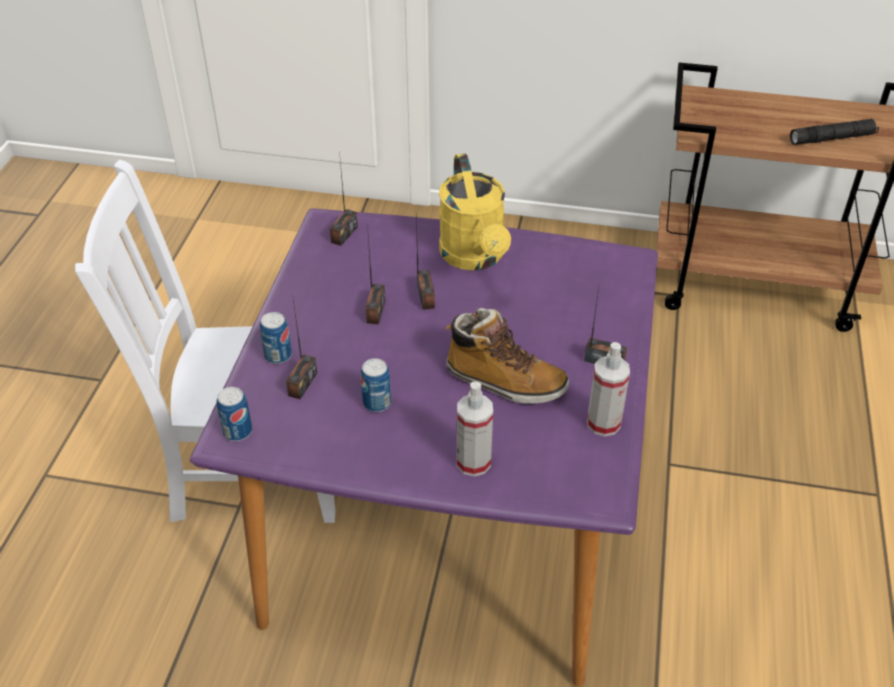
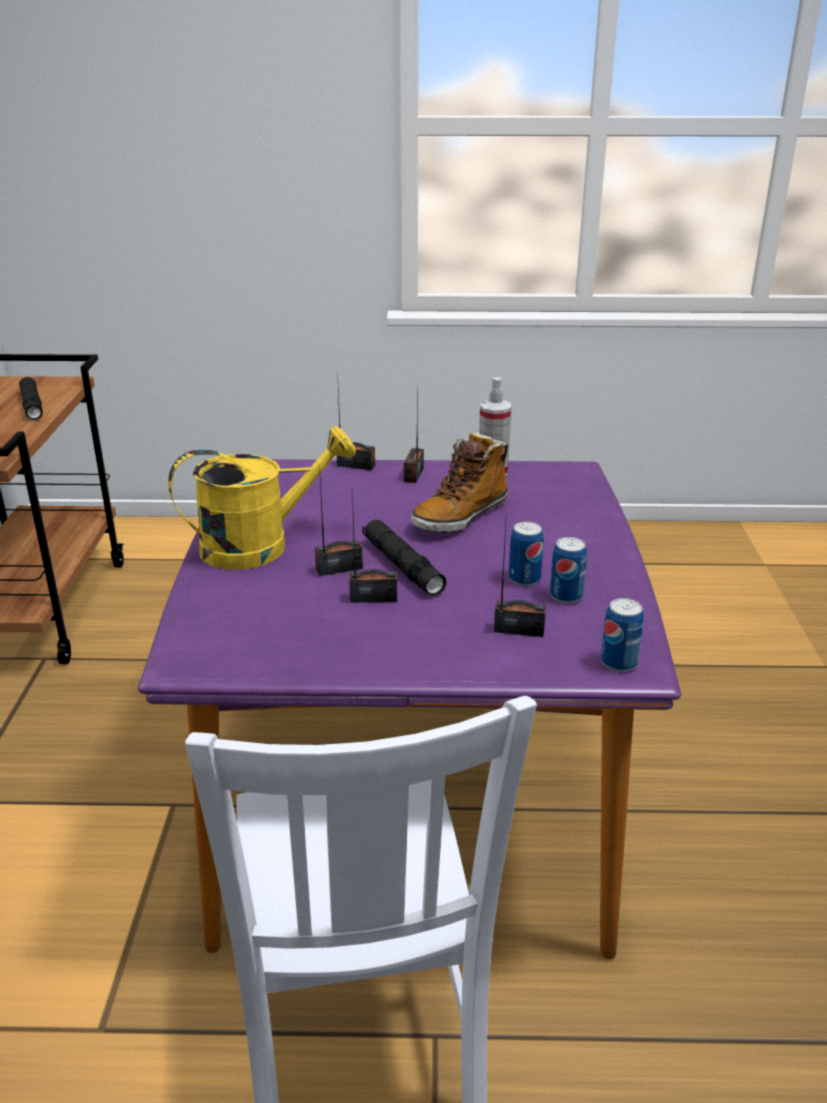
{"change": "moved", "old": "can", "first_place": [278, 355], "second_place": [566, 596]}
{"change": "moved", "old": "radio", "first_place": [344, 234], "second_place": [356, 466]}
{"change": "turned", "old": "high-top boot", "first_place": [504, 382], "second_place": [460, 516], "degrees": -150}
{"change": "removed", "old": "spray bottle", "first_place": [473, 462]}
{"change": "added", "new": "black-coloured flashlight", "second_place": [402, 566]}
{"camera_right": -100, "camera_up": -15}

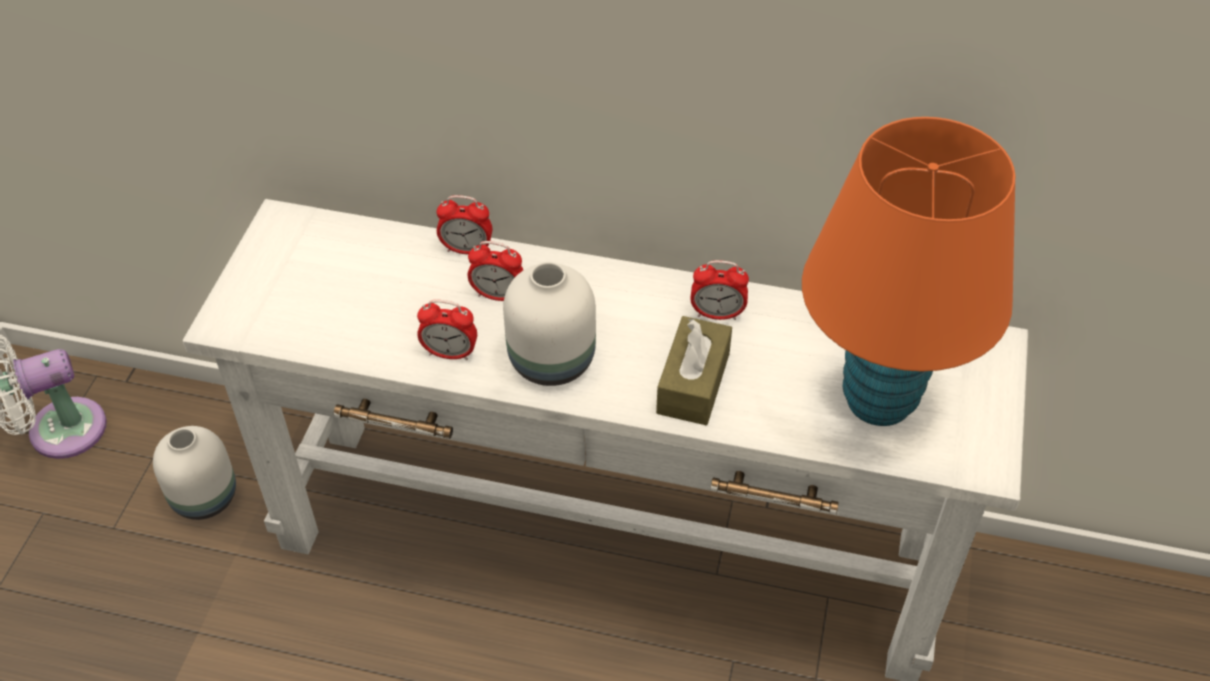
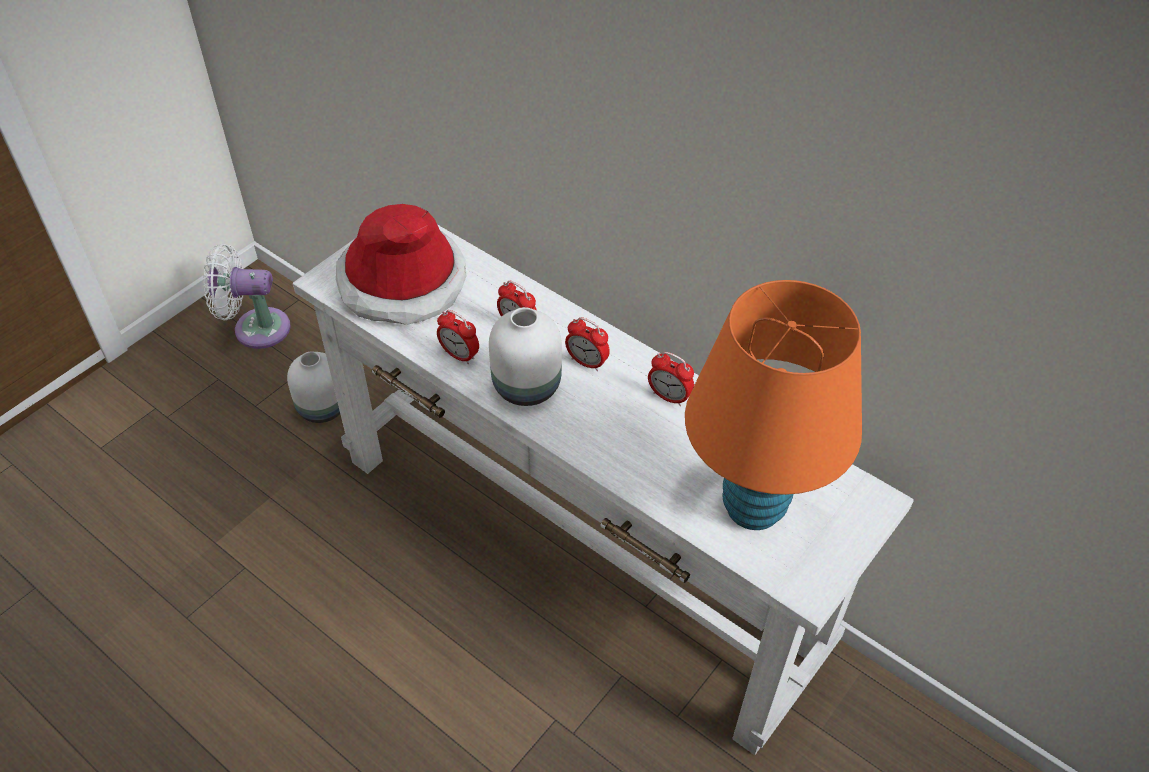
{"change": "moved", "old": "table clock", "first_place": [466, 249], "second_place": [587, 362]}
{"change": "removed", "old": "brown-coloured tissue holder", "first_place": [693, 383]}
{"change": "added", "new": "wearable hat", "second_place": [402, 282]}
{"camera_right": 25, "camera_up": 0}

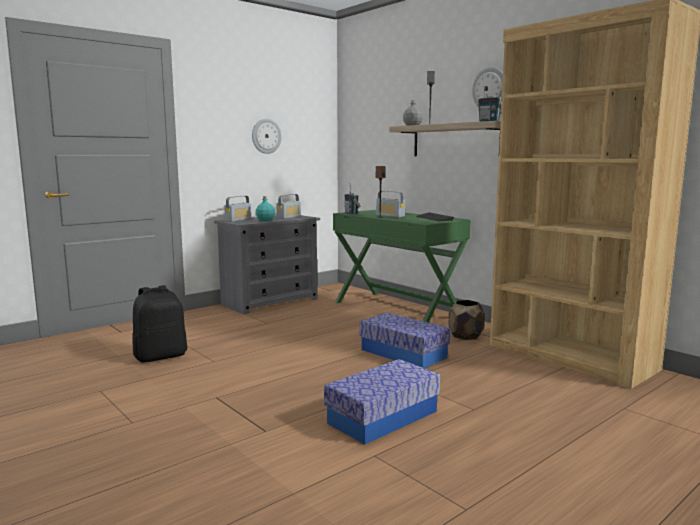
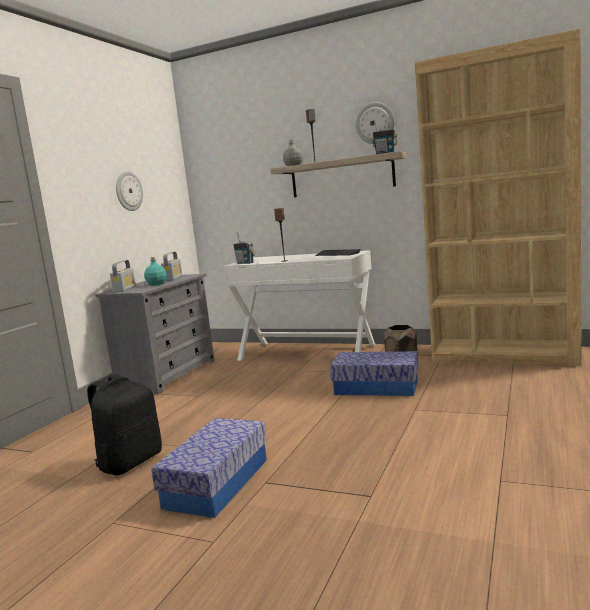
{"change": "moved", "old": "storage bin", "first_place": [383, 417], "second_place": [217, 483]}
{"change": "recoloured", "old": "green desk unit", "new": "white desk unit", "first_place": [397, 309], "second_place": [307, 352]}
{"change": "removed", "old": "radio", "first_place": [390, 216]}
{"camera_right": -25, "camera_up": 0}

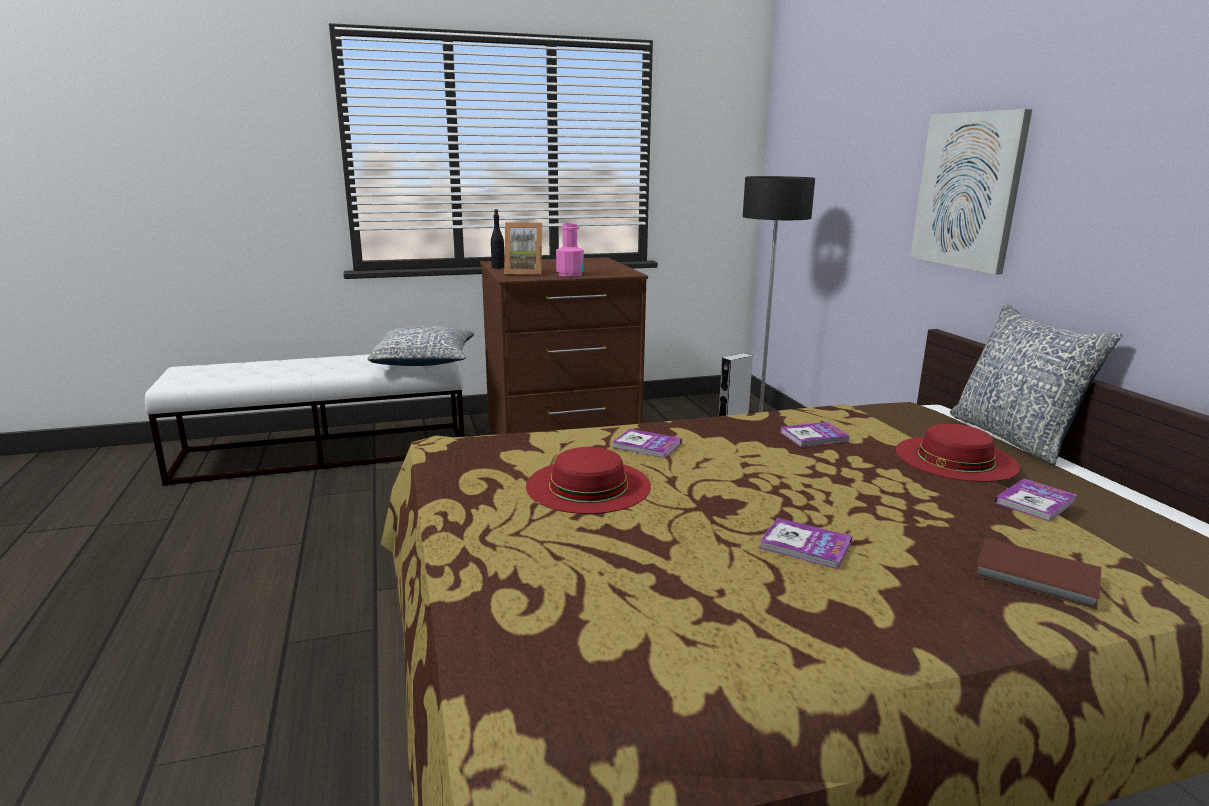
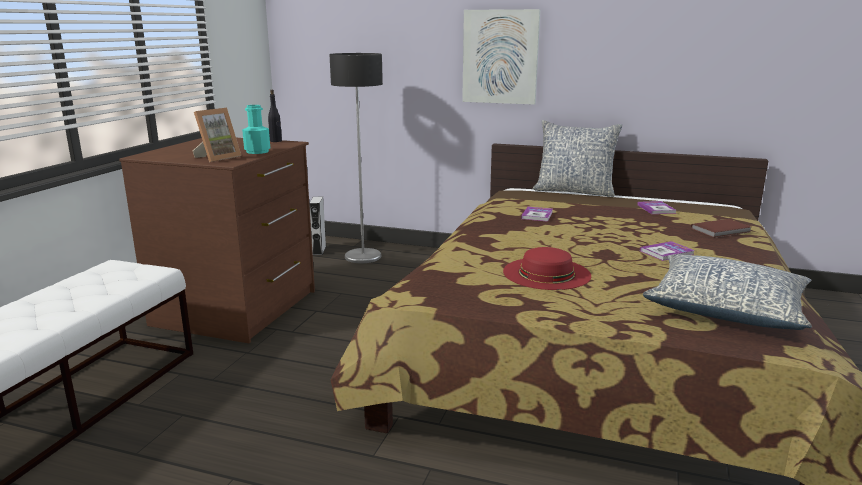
{"change": "moved", "old": "pillow", "first_place": [425, 362], "second_place": [726, 309]}
{"change": "moved", "old": "black-coloured drink bottle", "first_place": [498, 267], "second_place": [276, 141]}
{"change": "recoloured", "old": "pink drink bottle", "new": "turquoise-coloured drink bottle", "first_place": [570, 274], "second_place": [257, 152]}
{"change": "removed", "old": "volume", "first_place": [646, 445]}
{"change": "removed", "old": "red-coloured wearable hat", "first_place": [955, 458]}
{"camera_right": -55, "camera_up": 0}

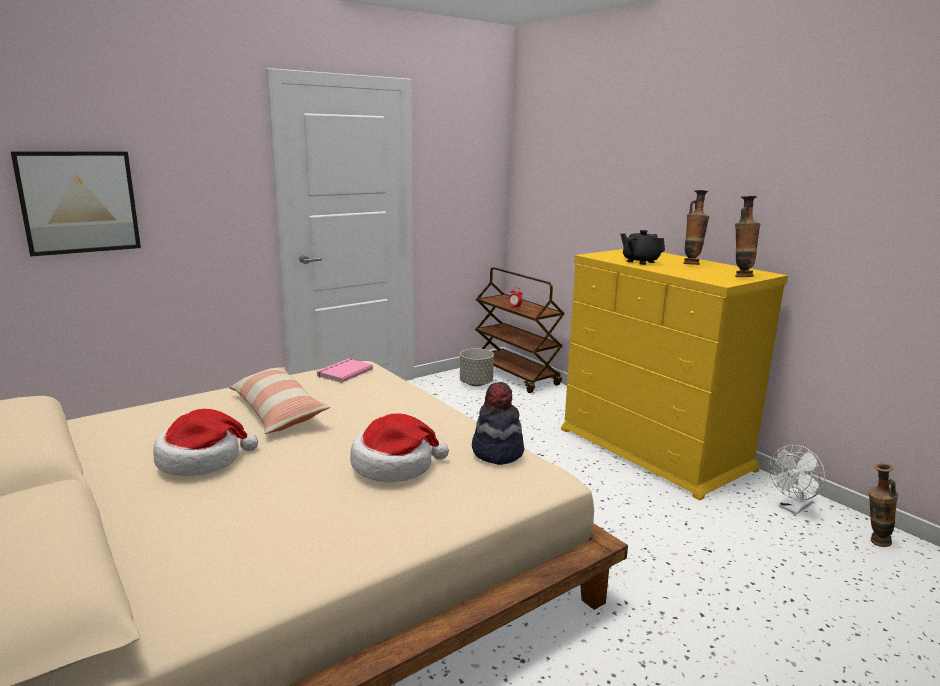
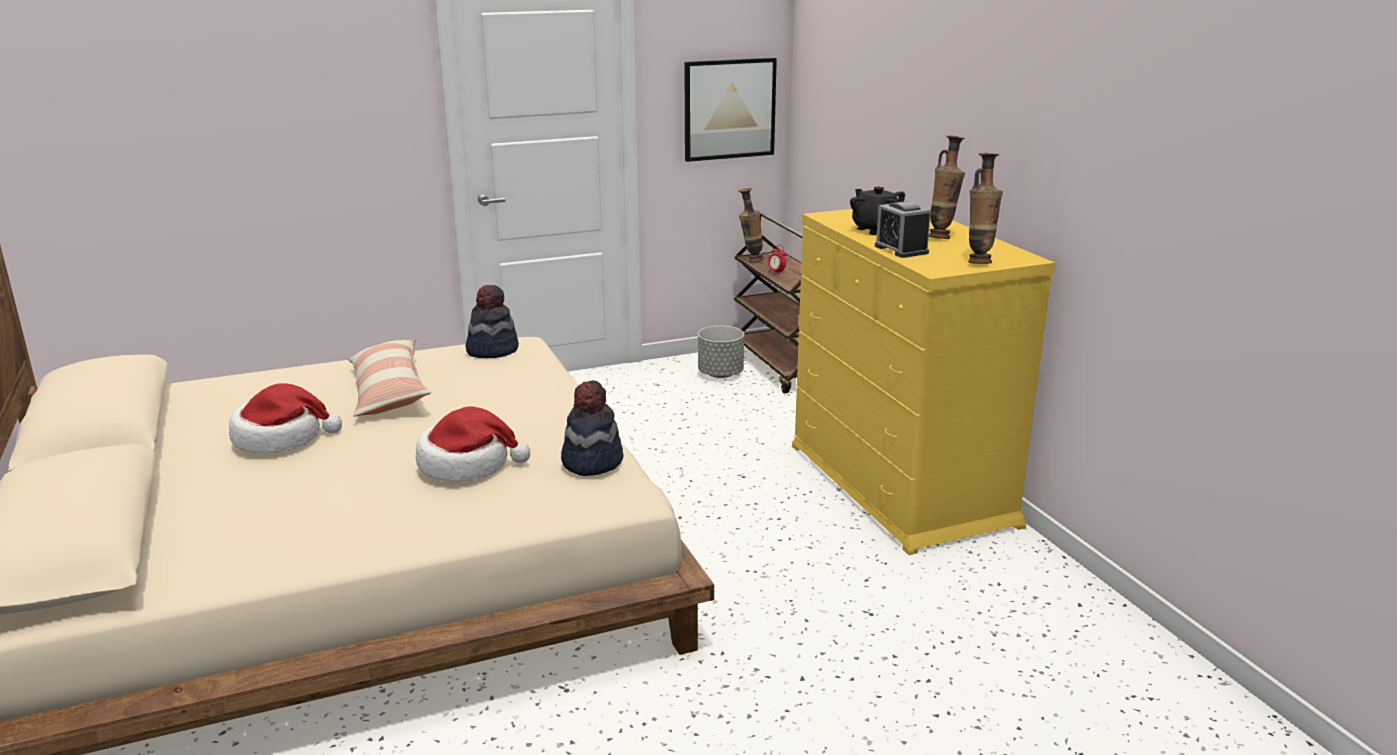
{"change": "moved", "old": "wall picture", "first_place": [79, 202], "second_place": [729, 109]}
{"change": "replaced", "old": "pink volume", "new": "wearable hat", "first_place": [343, 372], "second_place": [492, 350]}
{"change": "removed", "old": "white cooling fan", "first_place": [793, 508]}
{"change": "moved", "old": "flower vase", "first_place": [873, 542], "second_place": [750, 260]}
{"change": "added", "new": "table clock", "second_place": [901, 249]}
{"camera_right": 15, "camera_up": 5}

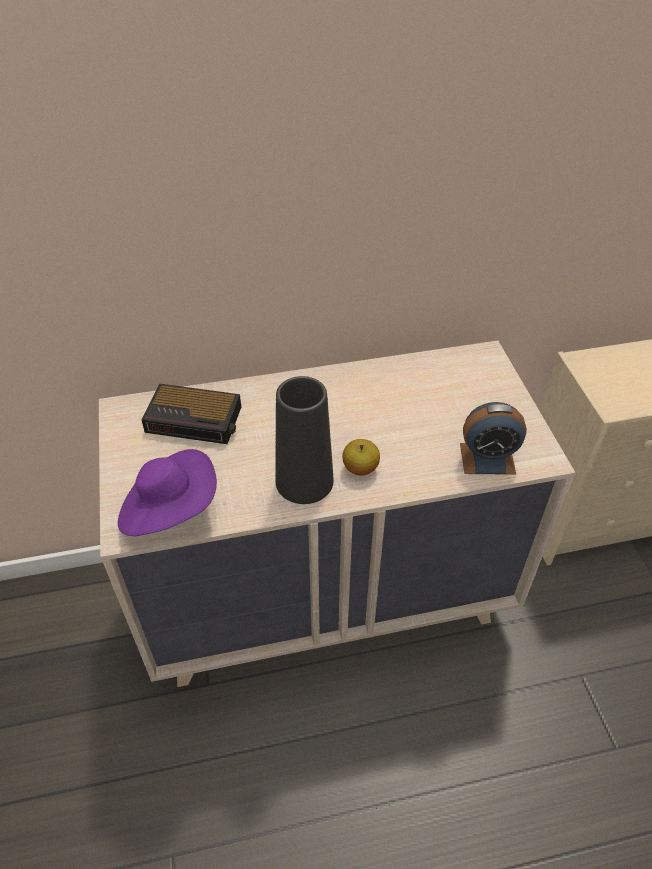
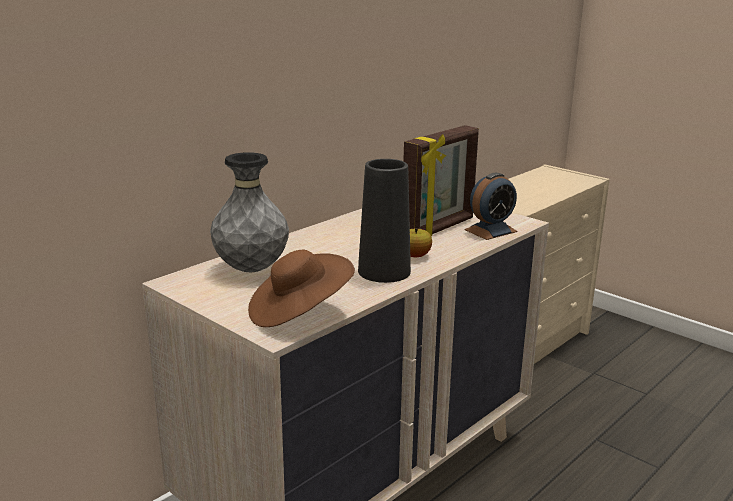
{"change": "recoloured", "old": "purple wearable hat", "new": "brown-coloured wearable hat", "first_place": [170, 509], "second_place": [299, 313]}
{"change": "replaced", "old": "table clock", "new": "greyish flower vase", "first_place": [196, 420], "second_place": [251, 269]}
{"change": "added", "new": "picture frame", "second_place": [439, 229]}
{"camera_right": -35, "camera_up": -25}

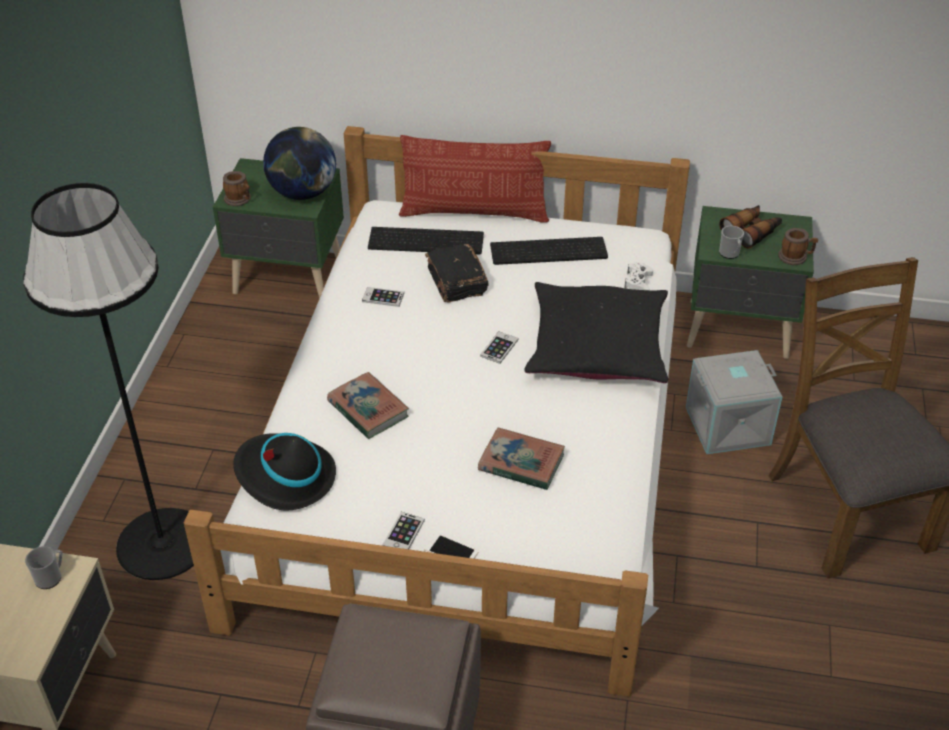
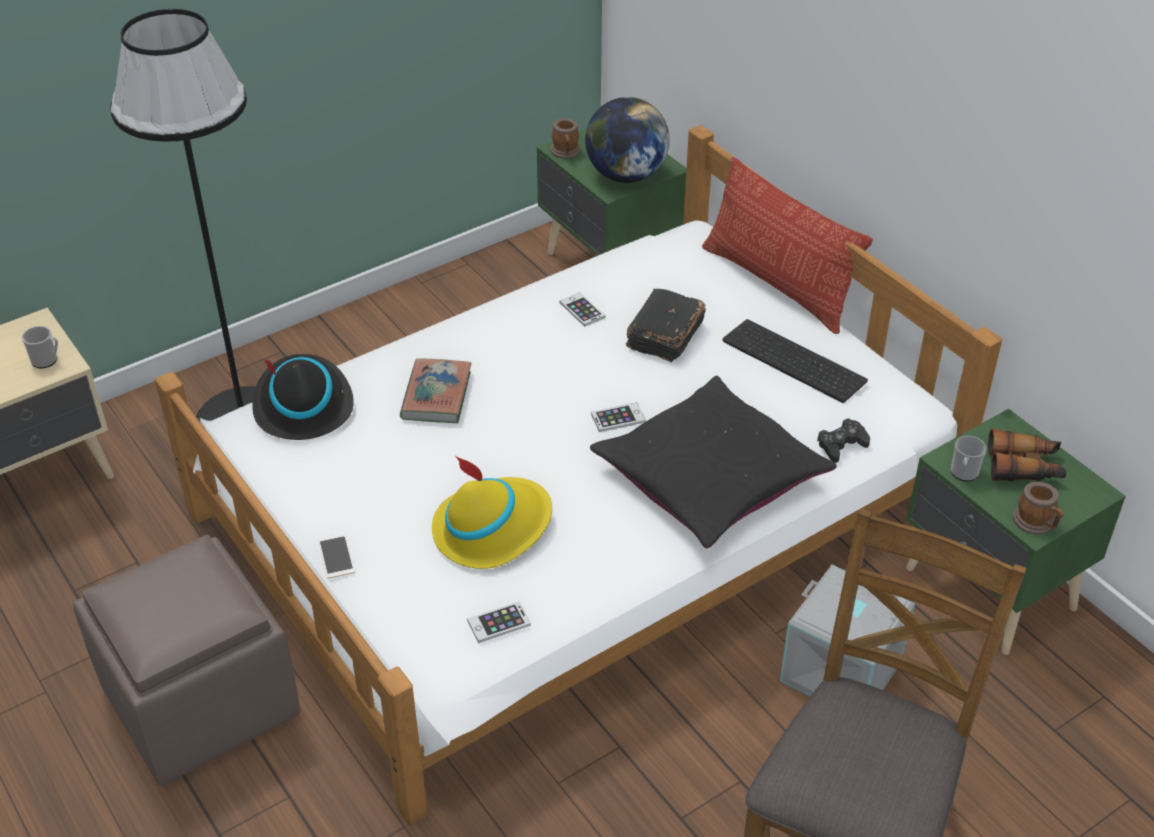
{"change": "removed", "old": "PC keyboard", "first_place": [427, 240]}
{"change": "moved", "old": "handset", "first_place": [403, 533], "second_place": [498, 623]}
{"change": "replaced", "old": "volume", "new": "yellow wearable hat", "first_place": [521, 463], "second_place": [492, 528]}
{"change": "recoloured", "old": "white game controller", "new": "black-coloured game controller", "first_place": [638, 282], "second_place": [841, 445]}
{"camera_right": 45, "camera_up": 0}

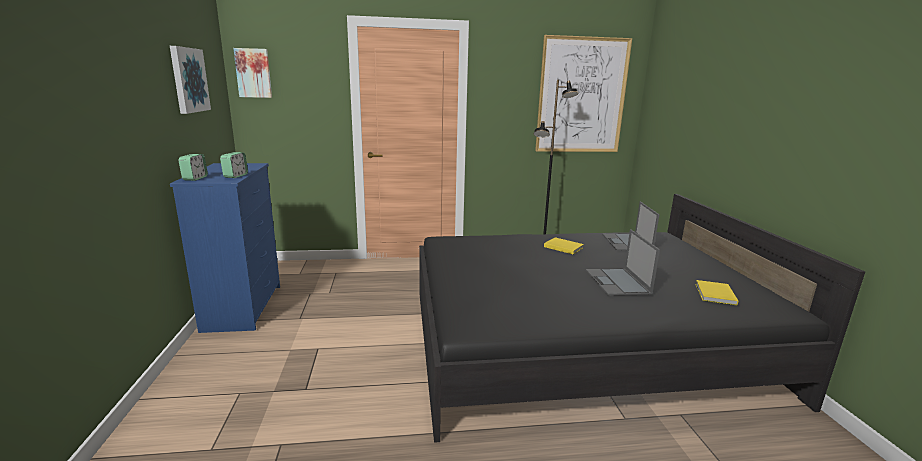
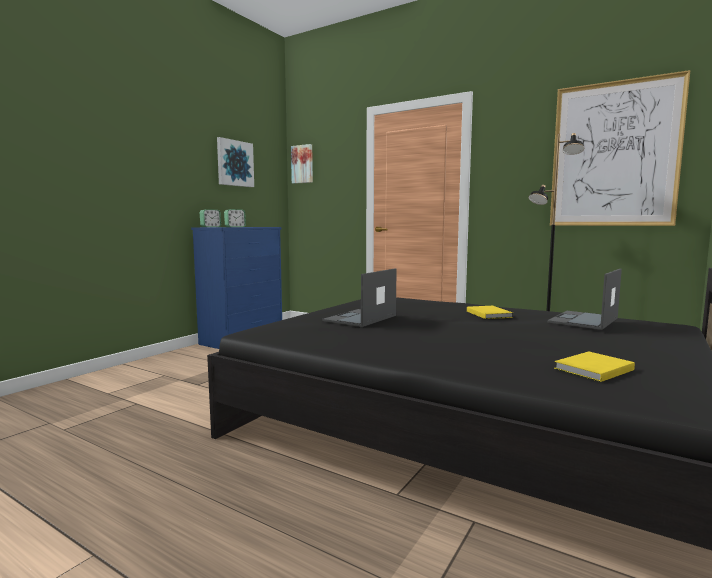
{"change": "moved", "old": "notebook computer", "first_place": [618, 282], "second_place": [360, 318]}
{"camera_right": 40, "camera_up": -10}

